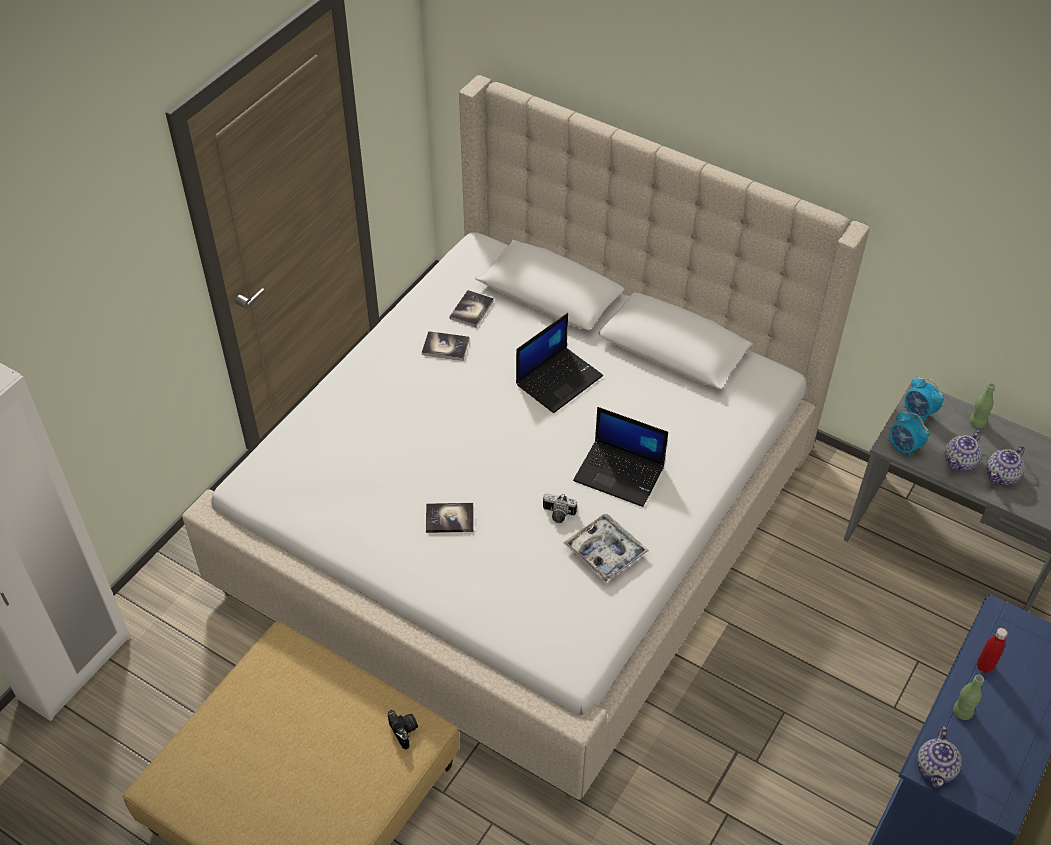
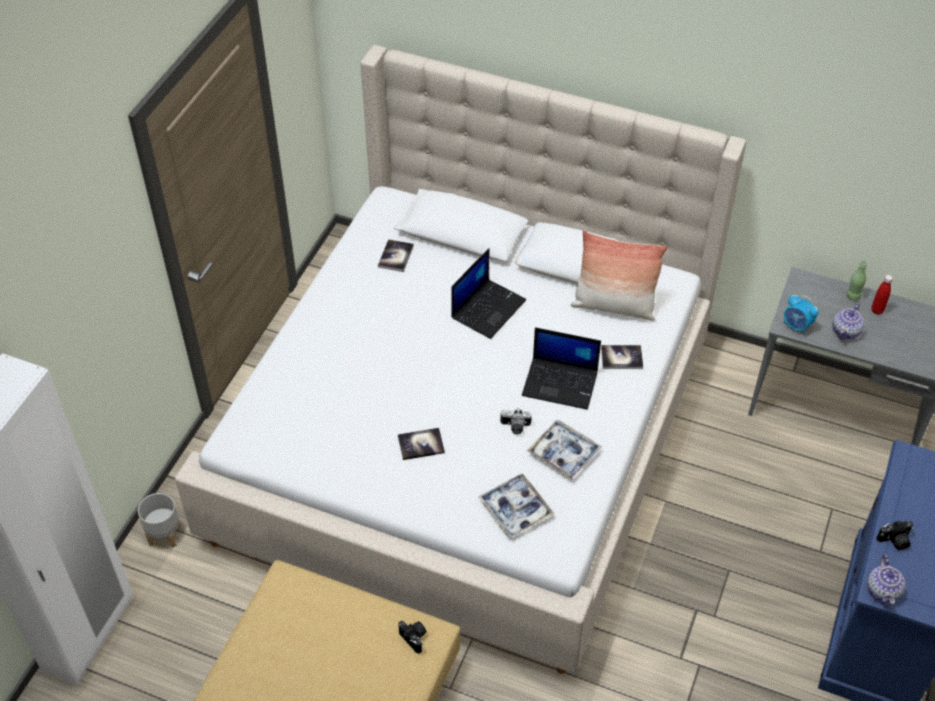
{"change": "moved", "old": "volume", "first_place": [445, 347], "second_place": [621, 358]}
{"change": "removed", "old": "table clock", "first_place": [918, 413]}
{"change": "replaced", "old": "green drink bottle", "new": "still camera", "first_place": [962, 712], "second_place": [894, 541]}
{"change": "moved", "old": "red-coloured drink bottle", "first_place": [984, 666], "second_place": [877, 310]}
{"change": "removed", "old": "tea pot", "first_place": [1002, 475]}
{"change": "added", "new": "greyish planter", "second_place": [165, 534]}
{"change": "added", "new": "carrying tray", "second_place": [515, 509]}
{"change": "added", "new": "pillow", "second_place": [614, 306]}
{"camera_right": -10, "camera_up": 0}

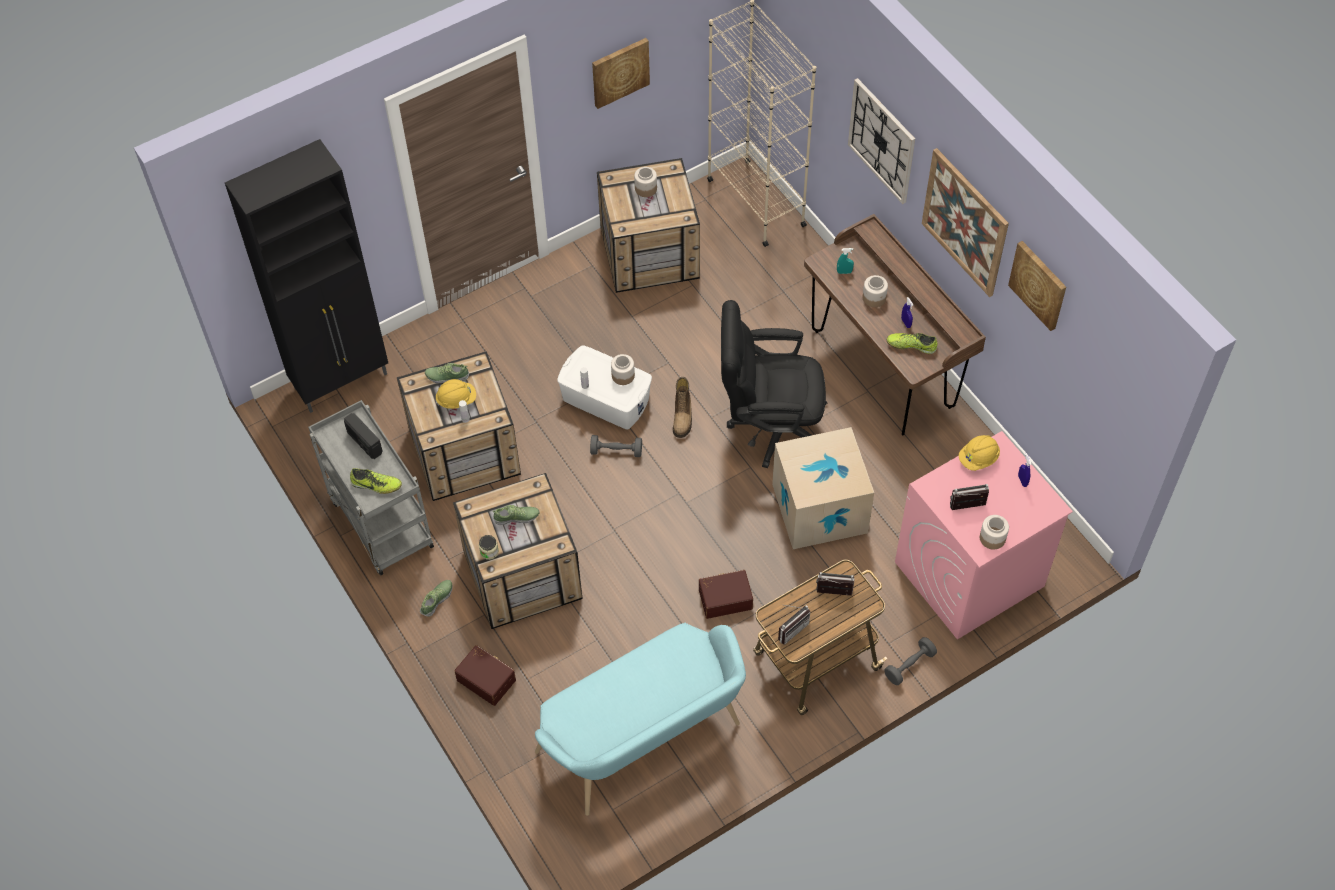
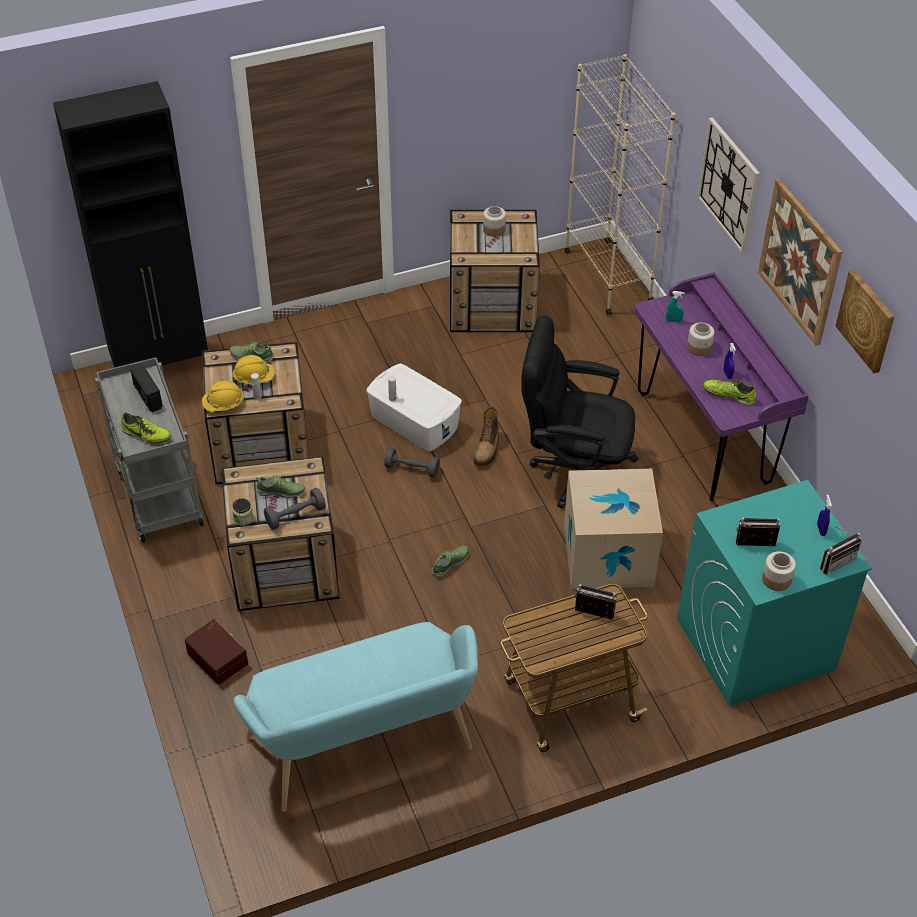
{"change": "moved", "old": "shoe", "first_place": [437, 600], "second_place": [450, 564]}
{"change": "removed", "old": "wall picture", "first_place": [620, 71]}
{"change": "removed", "old": "storage jar", "first_place": [623, 375]}
{"change": "removed", "old": "brown-coloured storage bin", "first_place": [725, 598]}
{"change": "moved", "old": "radio", "first_place": [790, 628], "second_place": [834, 561]}
{"change": "recoloured", "old": "brown-coloured desk unit", "new": "purple desk unit", "first_place": [883, 369], "second_place": [703, 438]}
{"change": "moved", "old": "greyish dumbbell", "first_place": [909, 665], "second_place": [295, 516]}
{"change": "recoloured", "old": "pink washing machine", "new": "turquoise-coloured washing machine", "first_place": [968, 575], "second_place": [754, 645]}
{"change": "moved", "old": "yellow safety helmet", "first_place": [978, 459], "second_place": [223, 405]}
{"camera_right": 10, "camera_up": -10}

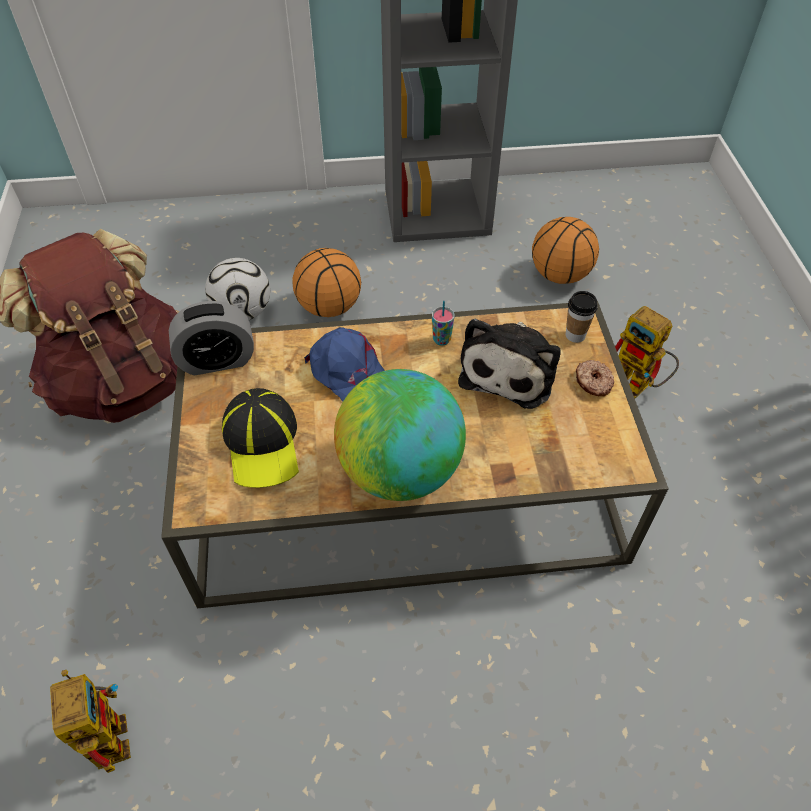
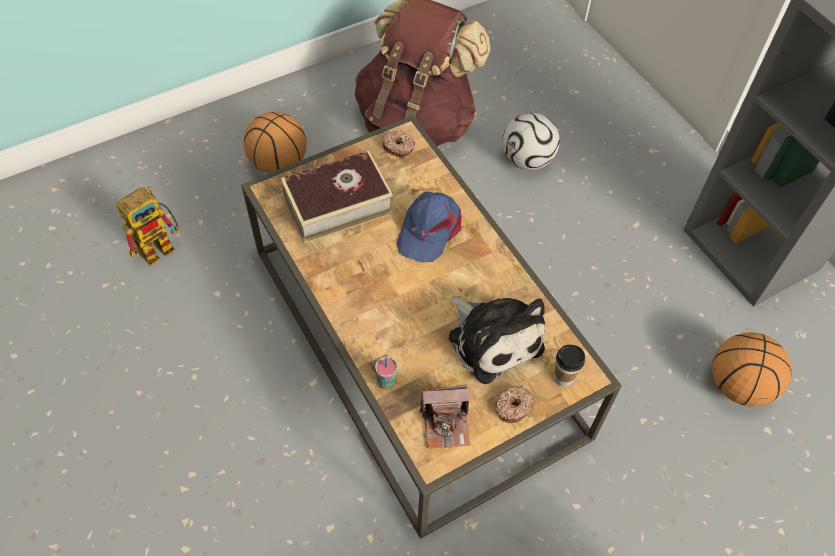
{"change": "replaced", "old": "table clock", "new": "doughnut", "first_place": [217, 361], "second_place": [398, 146]}
{"change": "replaced", "old": "cap", "new": "volume", "first_place": [262, 443], "second_place": [338, 204]}
{"change": "moved", "old": "basketball ball", "first_place": [329, 308], "second_place": [278, 164]}
{"change": "removed", "old": "desk globe", "first_place": [400, 471]}
{"change": "moved", "old": "drinking cup", "first_place": [441, 340], "second_place": [386, 382]}
{"change": "turned", "old": "plush toy", "first_place": [510, 370], "second_place": [493, 338], "degrees": -120}
{"change": "removed", "old": "model robot", "first_place": [637, 385]}
{"change": "added", "new": "still camera", "second_place": [446, 424]}
{"camera_right": 65, "camera_up": 5}

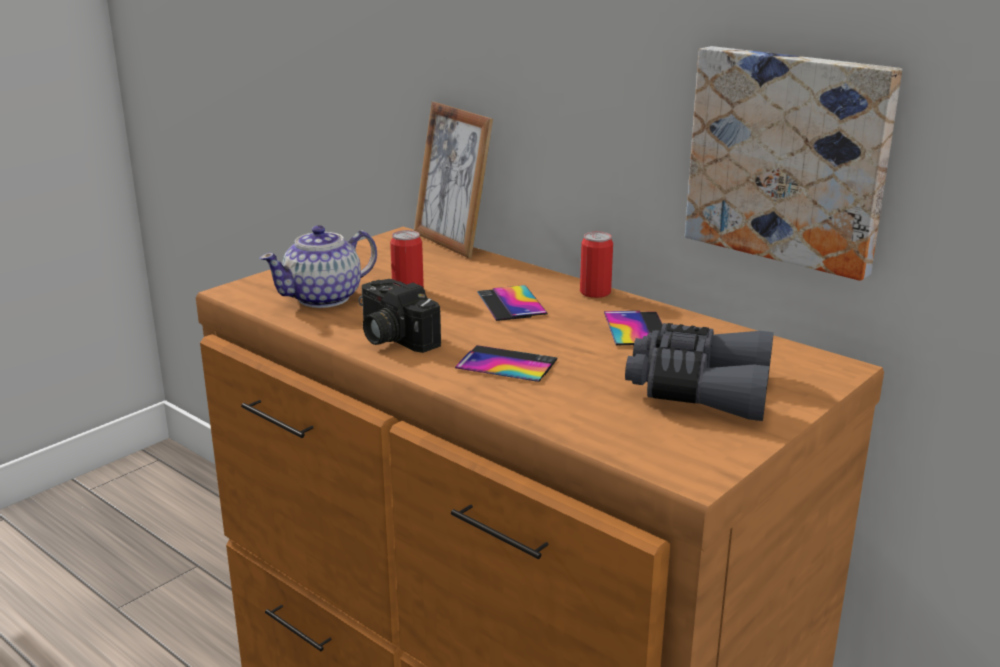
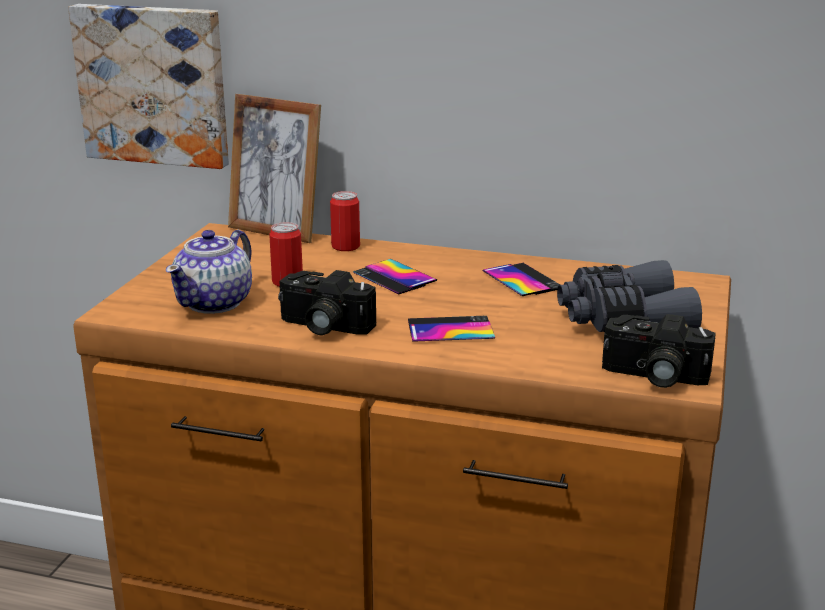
{"change": "moved", "old": "can", "first_place": [595, 292], "second_place": [346, 246]}
{"change": "moved", "old": "wall picture", "first_place": [789, 158], "second_place": [154, 84]}
{"change": "added", "new": "still camera", "second_place": [653, 376]}
{"camera_right": -25, "camera_up": 0}

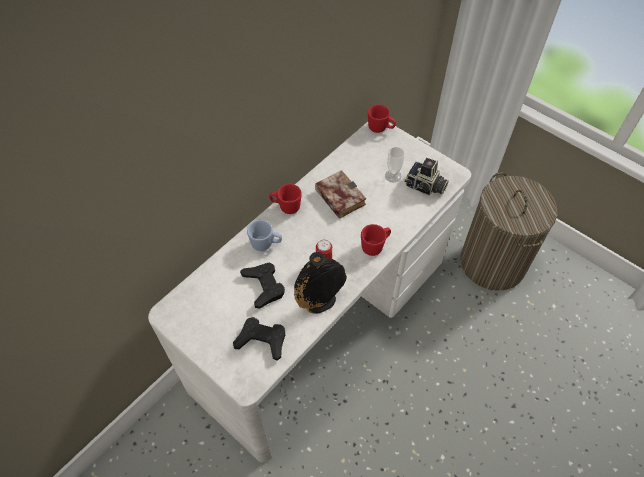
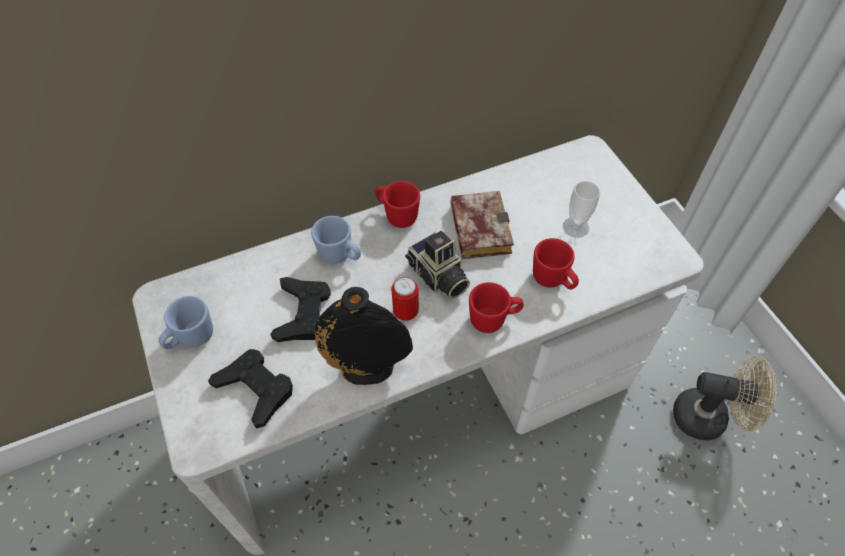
{"change": "moved", "old": "red-coloured mug", "first_place": [380, 128], "second_place": [553, 280]}
{"change": "moved", "old": "still camera", "first_place": [425, 187], "second_place": [437, 277]}
{"change": "replaced", "old": "washing basket", "new": "beige cooling fan", "first_place": [492, 262], "second_place": [708, 417]}
{"change": "added", "new": "bluish mug", "second_place": [191, 339]}
{"camera_right": 25, "camera_up": 0}

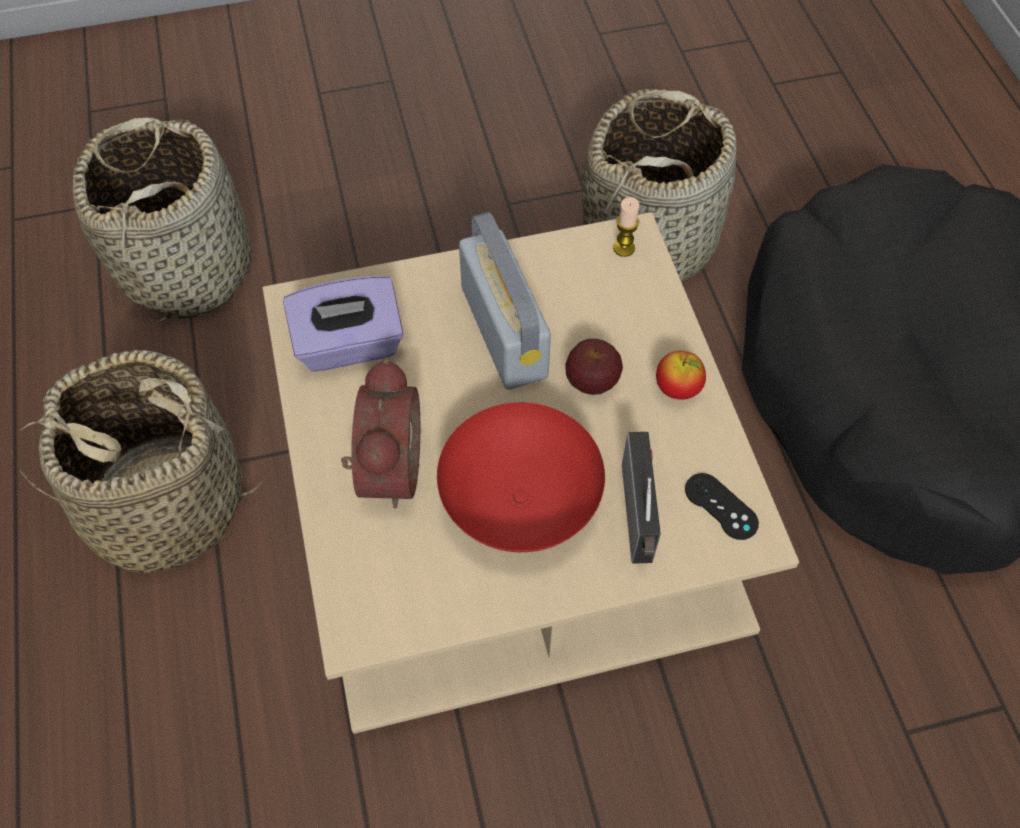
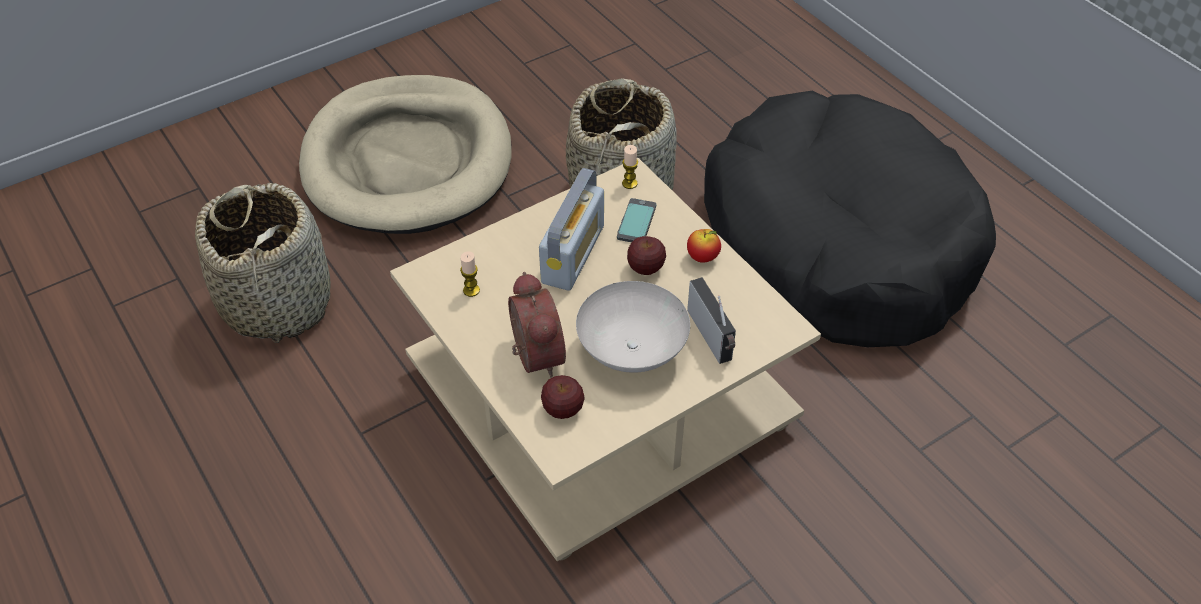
{"change": "removed", "old": "household basket", "first_place": [165, 504]}
{"change": "replaced", "old": "purple tissue holder", "new": "wax light", "first_place": [349, 345], "second_place": [471, 290]}
{"change": "recoloured", "old": "red-coloured deep dish", "new": "white deep dish", "first_place": [522, 504], "second_place": [634, 351]}
{"change": "turned", "old": "radio", "first_place": [503, 331], "second_place": [573, 254], "degrees": 60}
{"change": "removed", "old": "black-coloured game controller", "first_place": [721, 506]}
{"change": "added", "new": "beige pet bed", "second_place": [408, 161]}
{"change": "added", "new": "apple", "second_place": [563, 409]}
{"change": "added", "new": "handset", "second_place": [636, 222]}
{"camera_right": -20, "camera_up": -10}

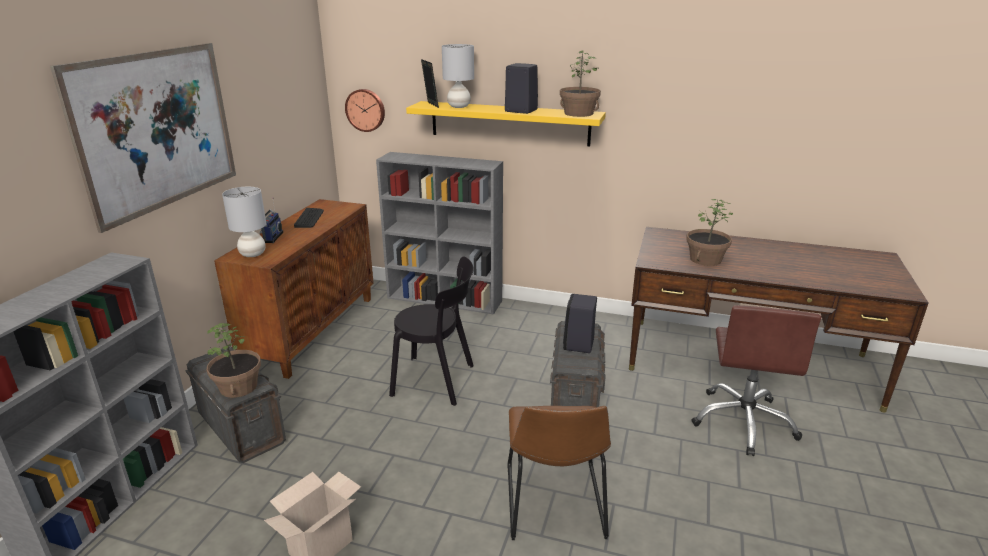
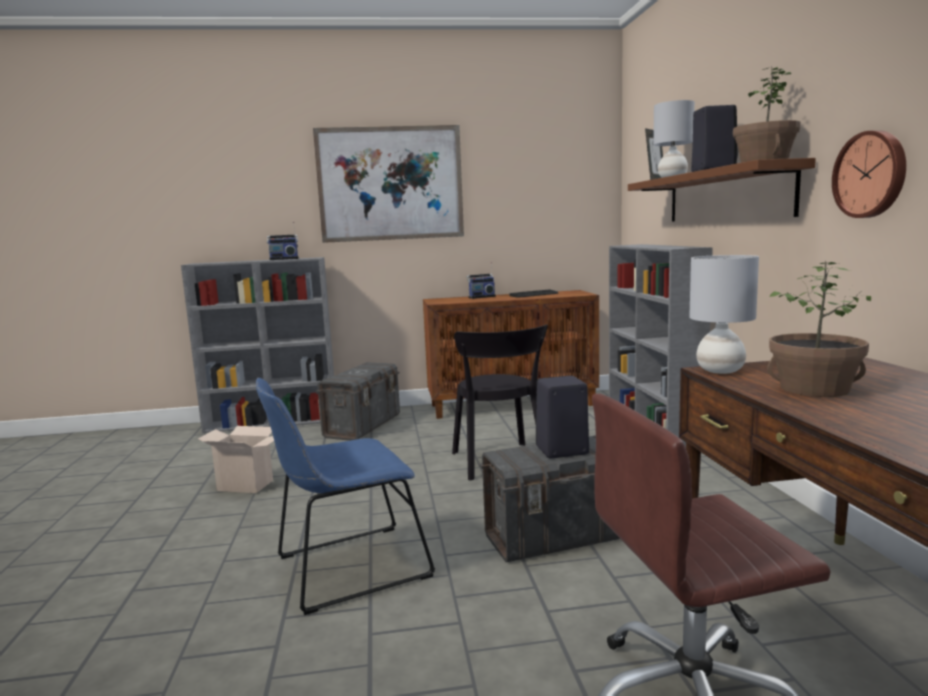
{"change": "removed", "old": "plant in a pot", "first_place": [239, 387]}
{"change": "moved", "old": "greyish tabletop lamp", "first_place": [252, 254], "second_place": [719, 371]}
{"change": "moved", "old": "hanging clock", "first_place": [366, 110], "second_place": [871, 174]}
{"change": "recoloured", "old": "yellow wall shelf", "new": "brown-coloured wall shelf", "first_place": [509, 123], "second_place": [725, 196]}
{"change": "recoloured", "old": "brown-coloured plain chair", "new": "bluish plain chair", "first_place": [554, 505], "second_place": [346, 568]}
{"change": "added", "new": "radio", "second_place": [284, 259]}
{"camera_right": 65, "camera_up": -15}

